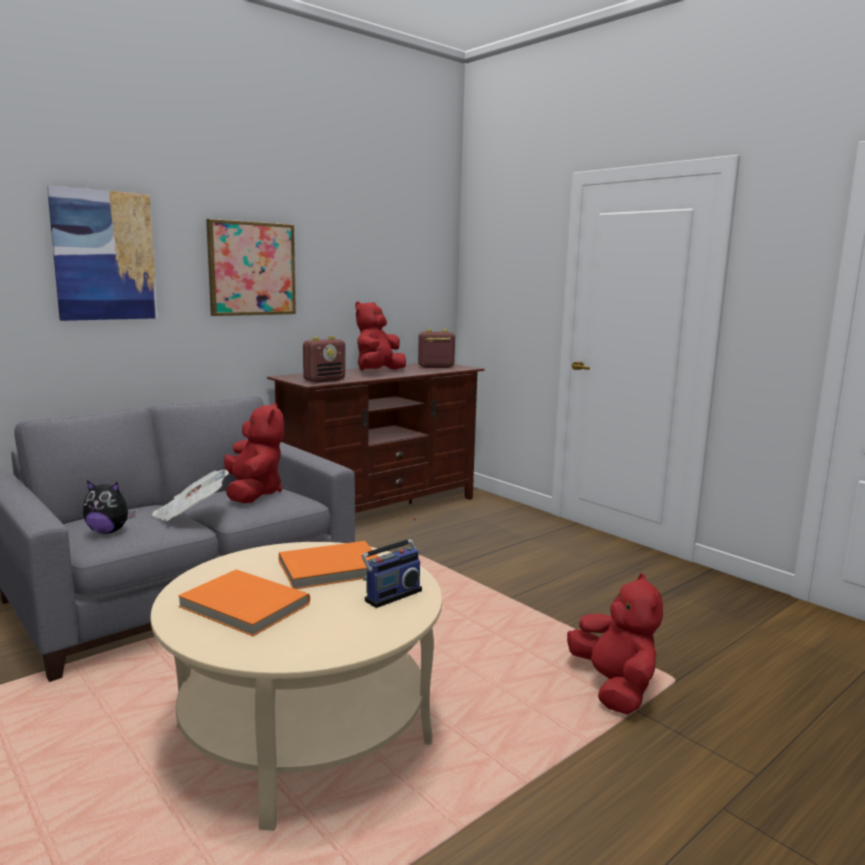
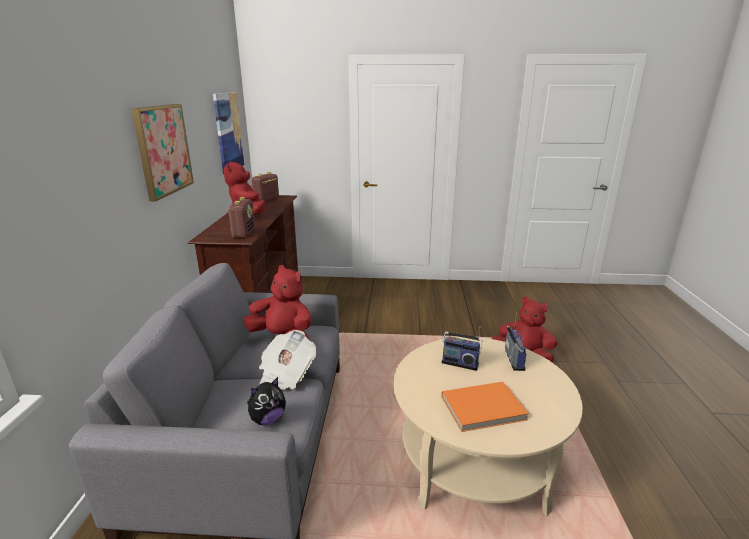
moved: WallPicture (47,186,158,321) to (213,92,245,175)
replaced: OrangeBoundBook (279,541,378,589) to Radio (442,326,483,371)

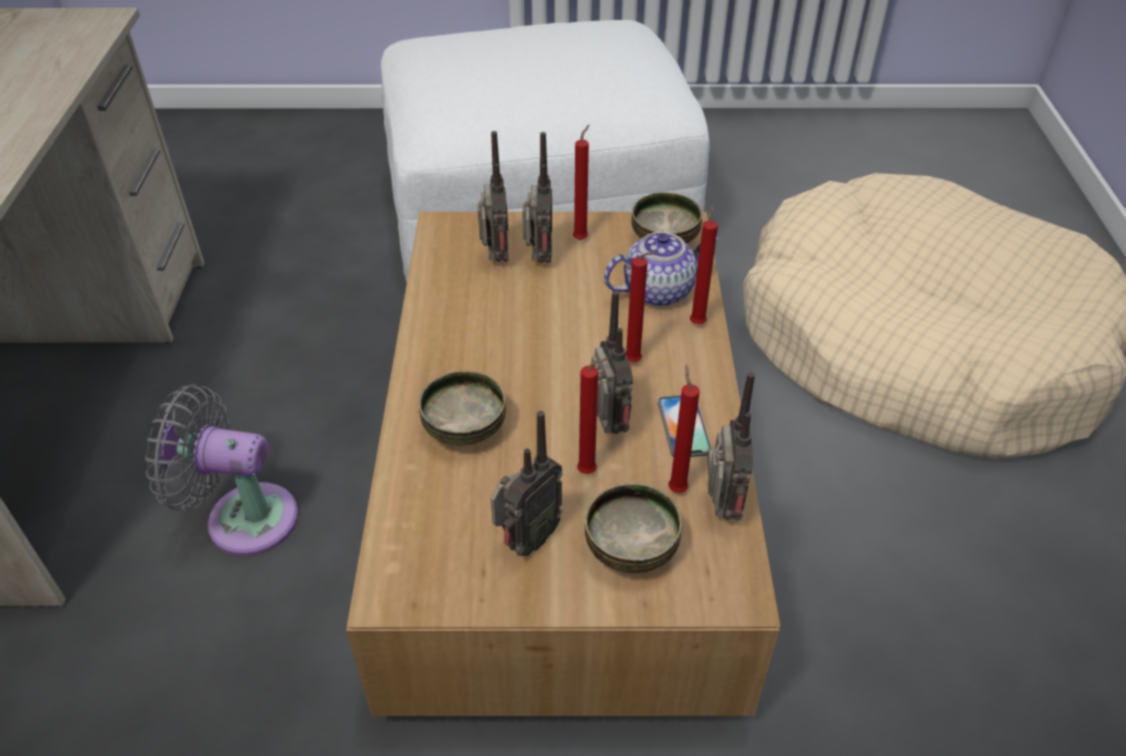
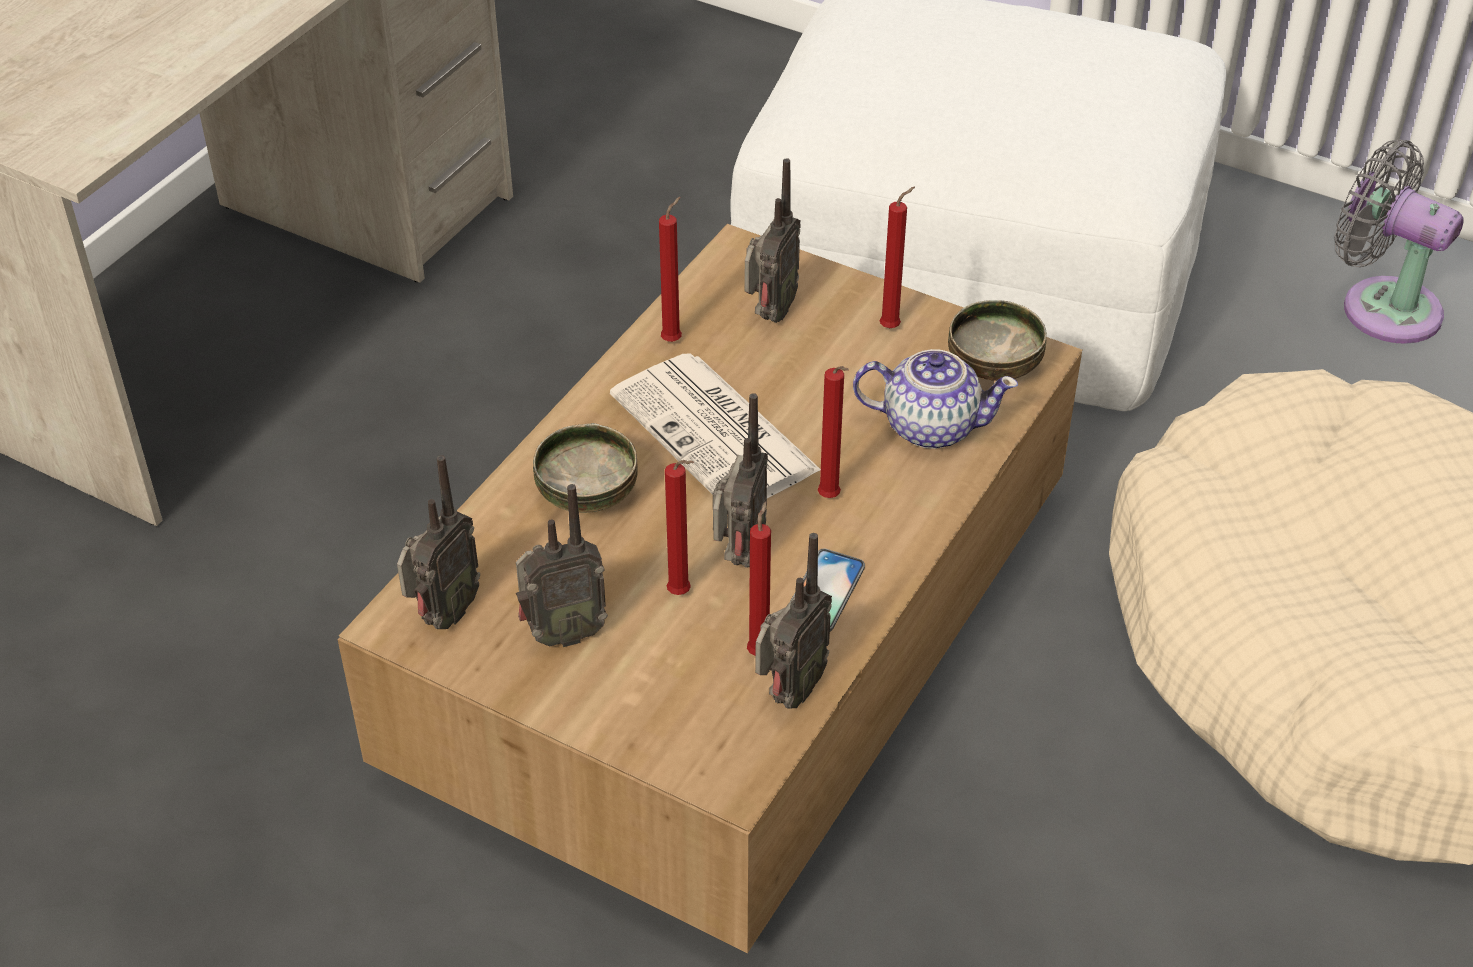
removed: Bowl (585,483,682,573)
added: Newspaper (610,353,821,498)
moved: Radio (522,132,552,263) to (397,455,480,629); RedColouredWaxLight (690,203,718,324) to (659,197,682,342); GreyCoolingFan (145,384,298,556) to (1334,139,1464,344)

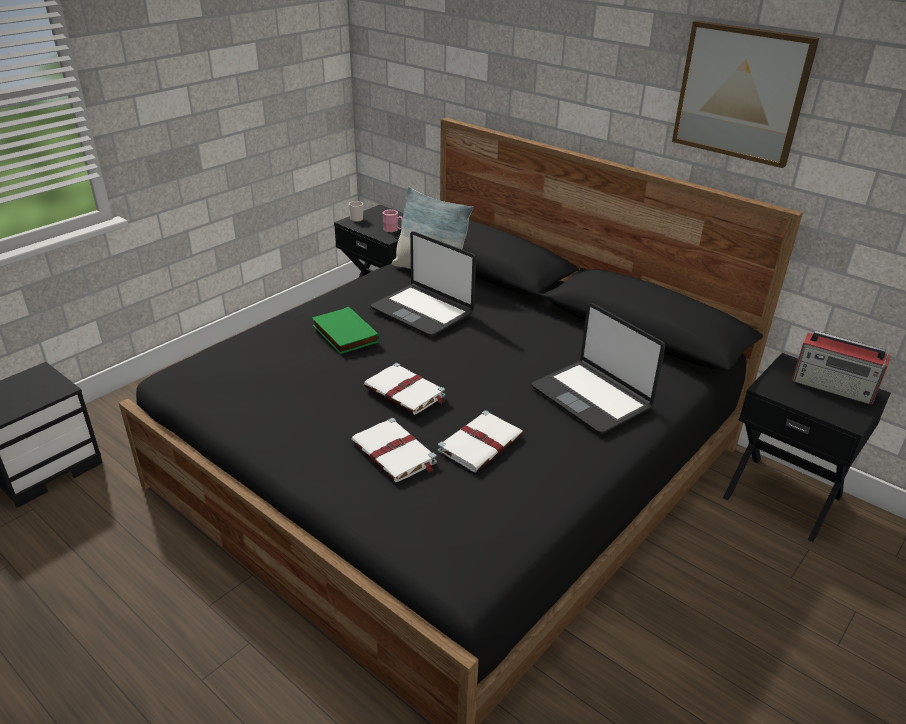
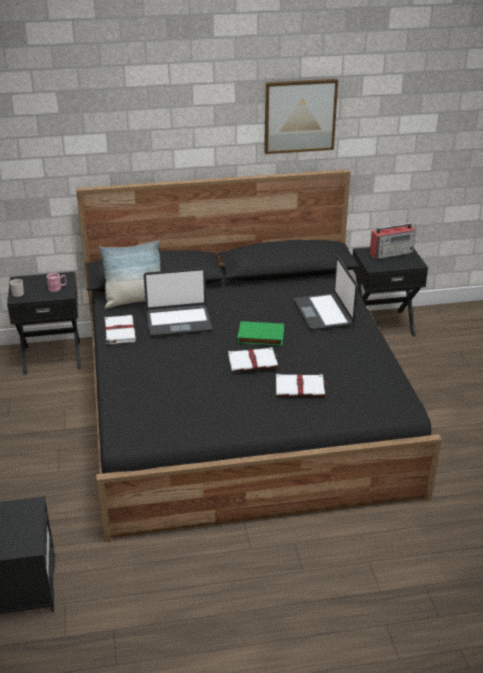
moved: WhiteBoundBook (438,410,524,473) to (104,315,136,345); GreenishBoundBook (312,307,379,354) to (237,321,284,346)
turned: PortableComputer (532,303,665,434) = (294,257,358,330) 75 degrees clockwise

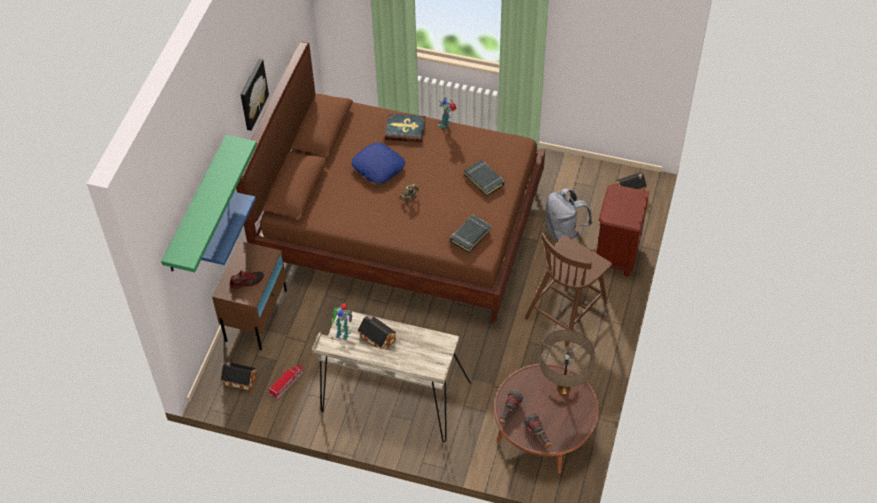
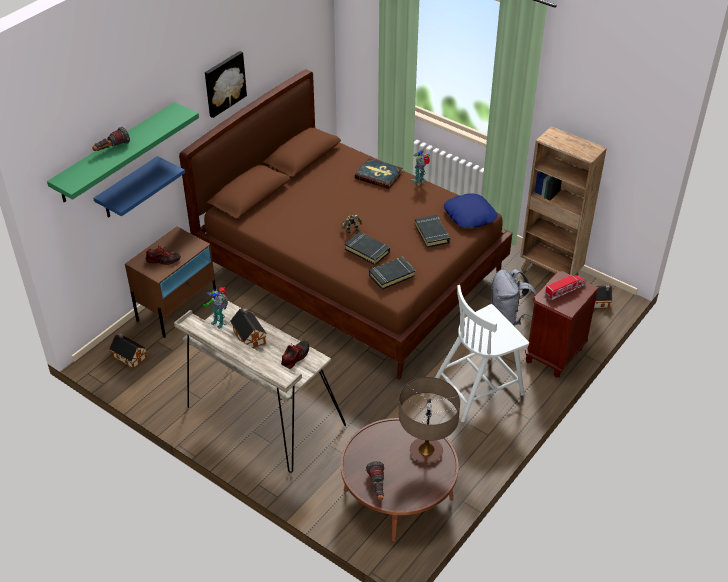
added: ItemOfFootwear (281,340,309,369); BlackBoundBook (345,232,390,265); BrownBookcase (520,126,607,276)
moved: Torch (500,391,524,424) to (92,127,130,151); BlueCushion (351,143,405,184) to (444,193,498,228); ToyLorry (269,365,304,399) to (545,275,586,300)
recoloured: BrownPlainChair (525,233,612,346) to WhitePlainChair (435,285,529,422)

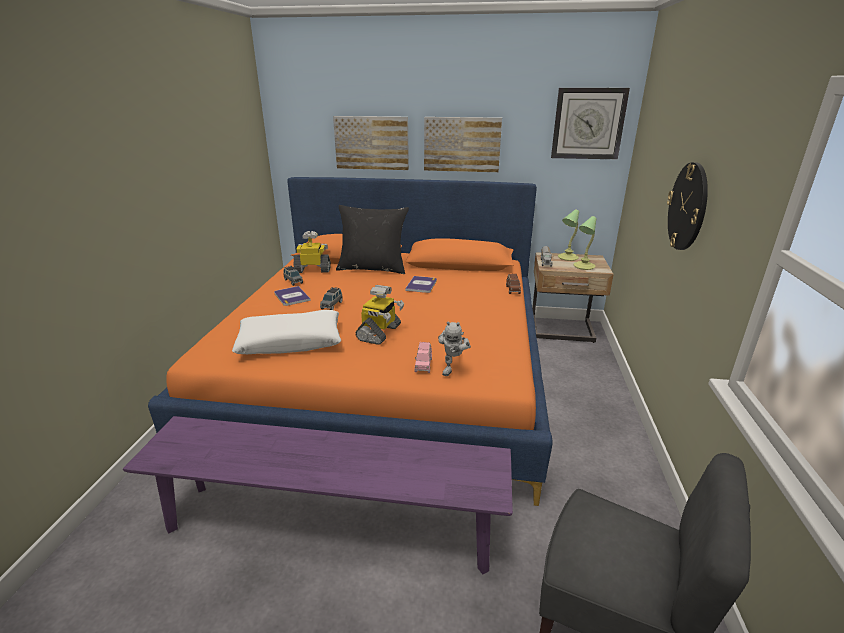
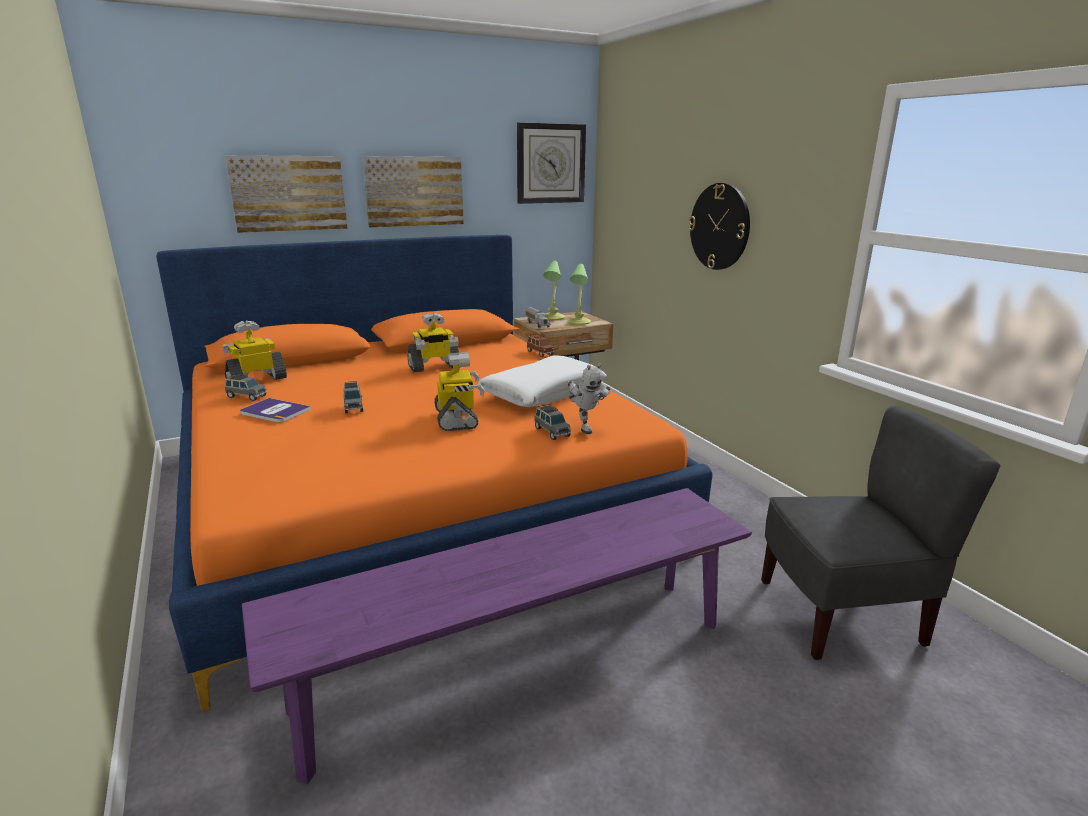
removed: BlackCushion (336,205,409,274)
moved: WhiteCushion (232,310,341,354) to (477,355,607,407)
replaced: BoundBook (405,276,437,293) to ModelRobot (407,313,459,372)
recoloured: PinkMiniatureCar (414,342,432,373) to GreyMiniatureCar (535,404,571,440)

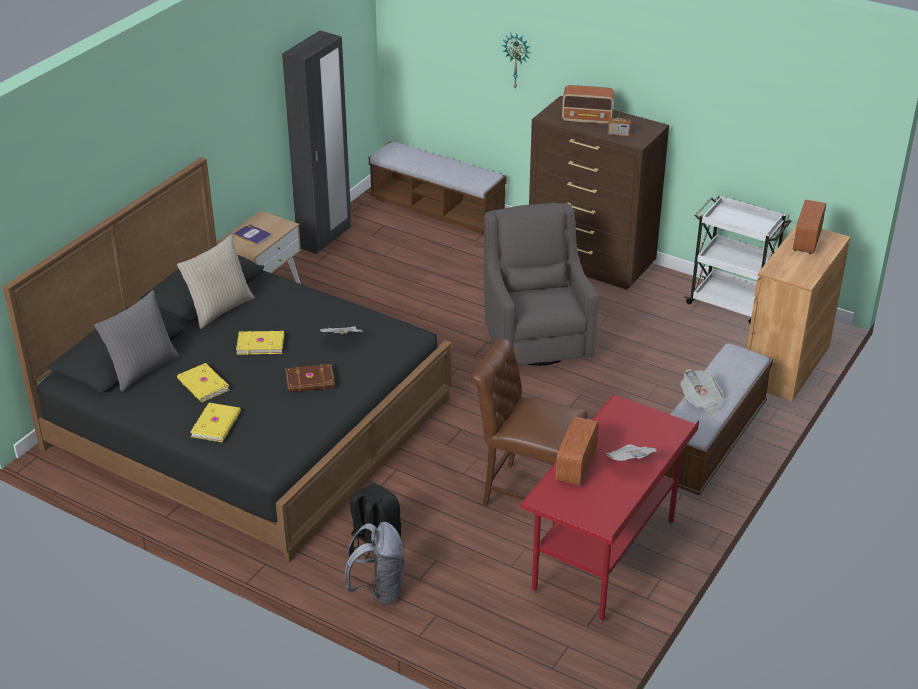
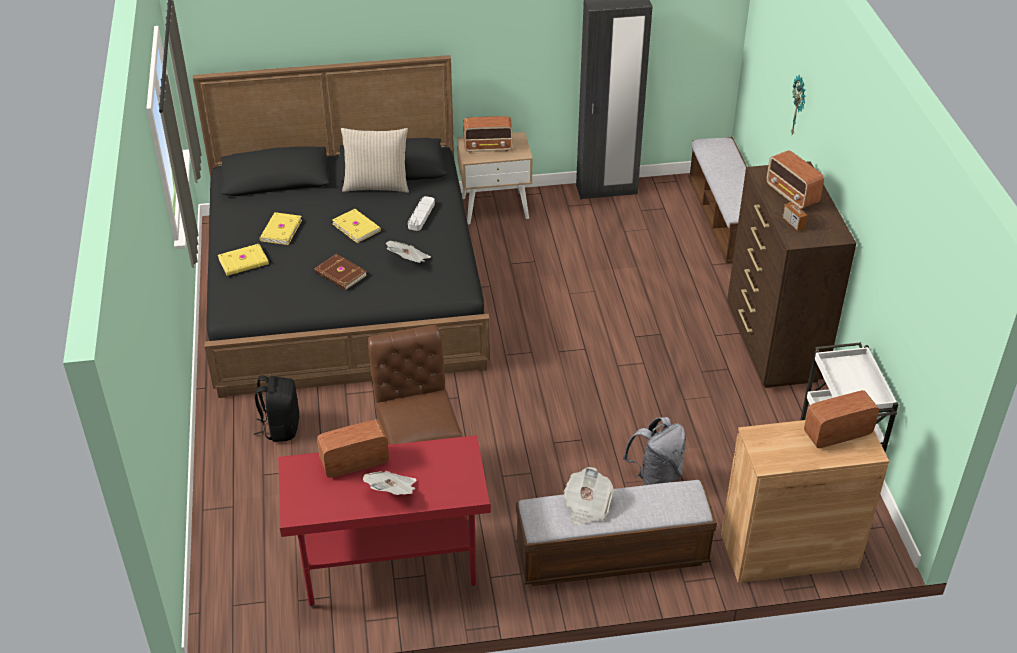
removed: GreyCushion (94,290,179,392); GreyArmchair (484,203,598,366)
added: GreyTray (408,196,435,231)
moved: GreyRucksack (345,522,404,605) to (623,417,686,485)
replaced: BoundBook (233,225,271,246) to Radio (463,116,512,152)

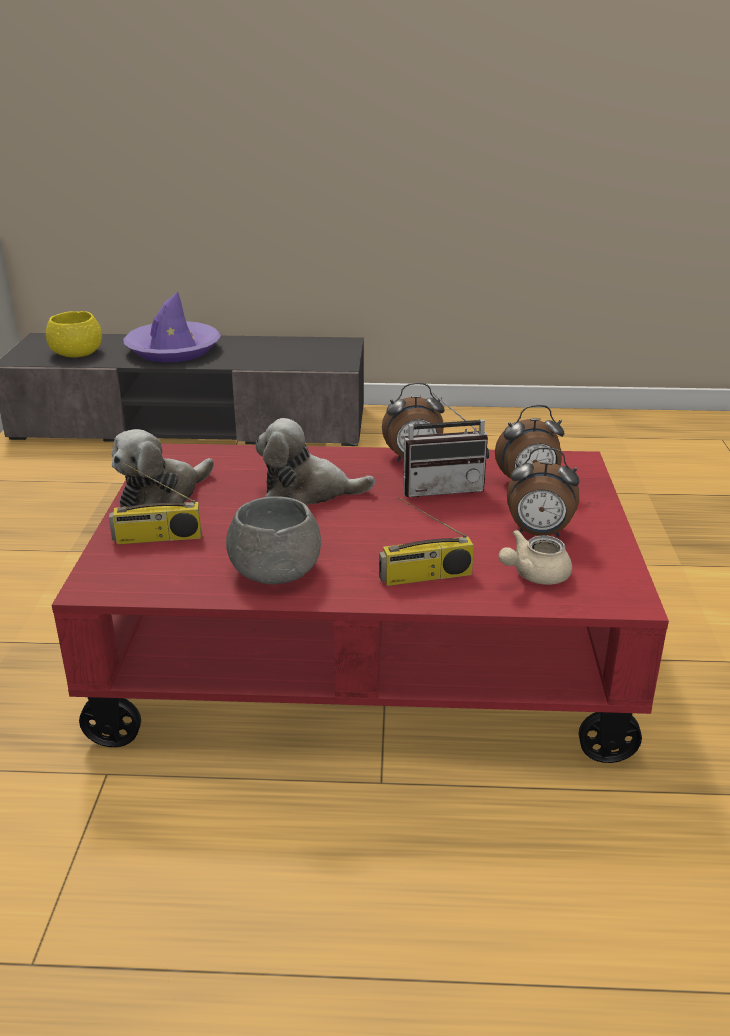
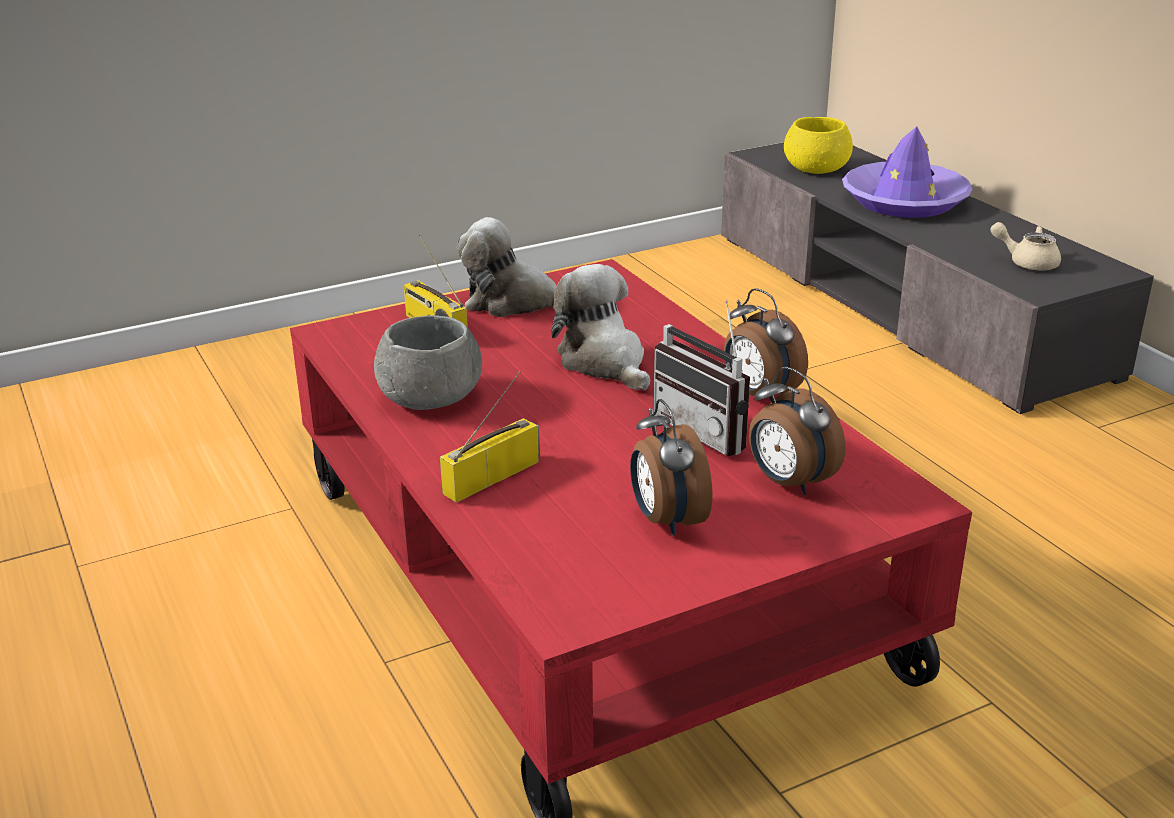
moved: SandColouredPotForTea (498,530,572,585) to (990,222,1061,271)
turned: Radio (379,497,474,586) = (440,371,540,503) 90 degrees clockwise

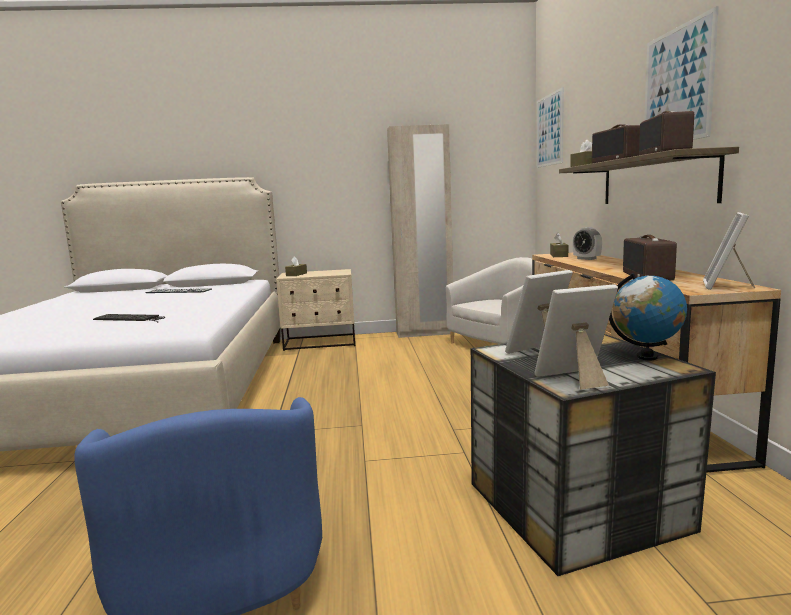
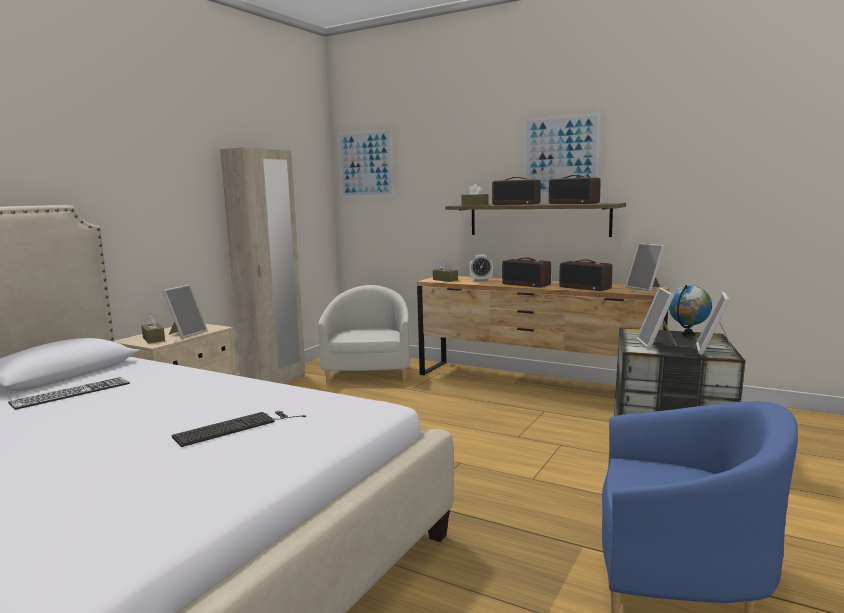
added: StandingFrame (163,285,207,338); Radio (502,257,551,287)

